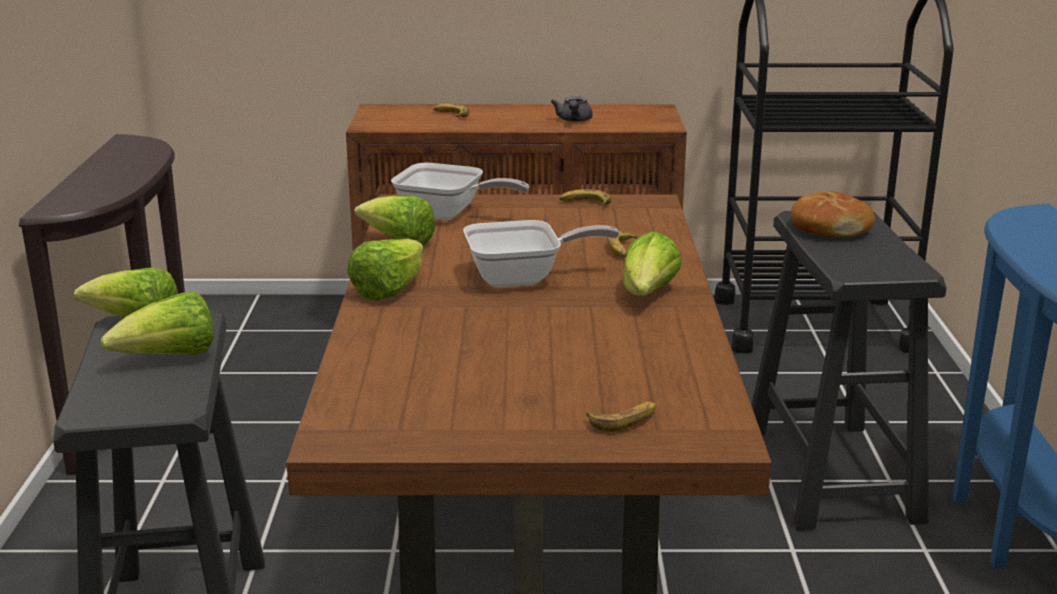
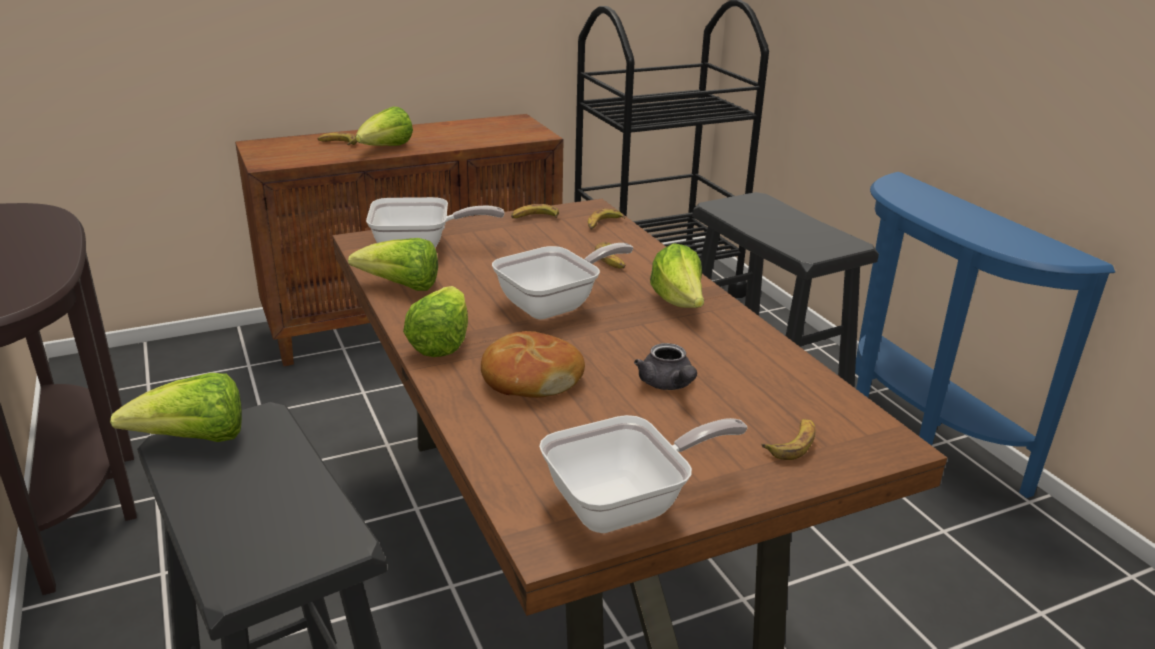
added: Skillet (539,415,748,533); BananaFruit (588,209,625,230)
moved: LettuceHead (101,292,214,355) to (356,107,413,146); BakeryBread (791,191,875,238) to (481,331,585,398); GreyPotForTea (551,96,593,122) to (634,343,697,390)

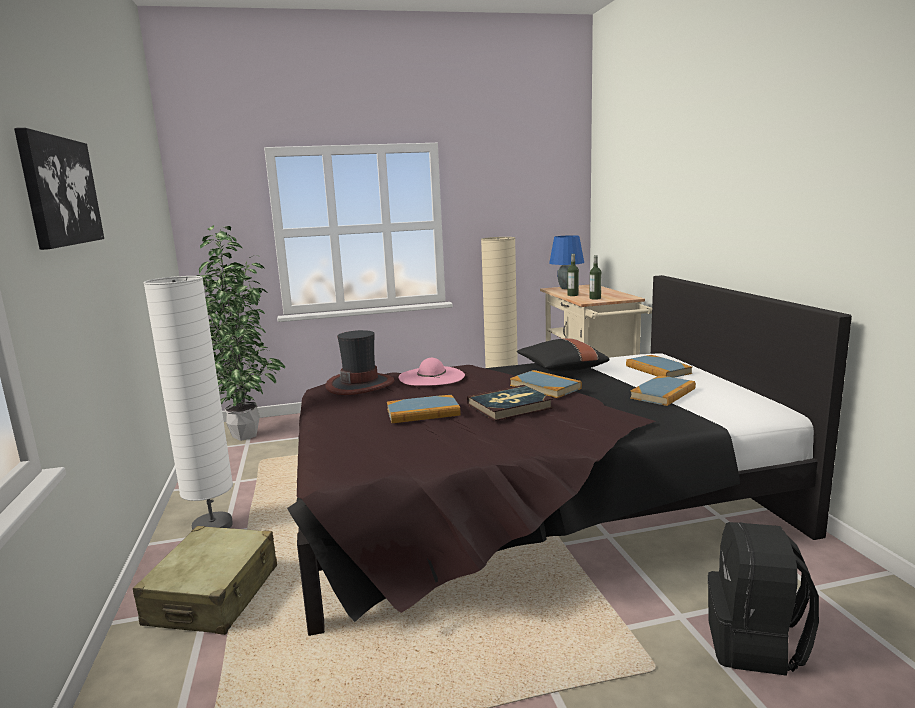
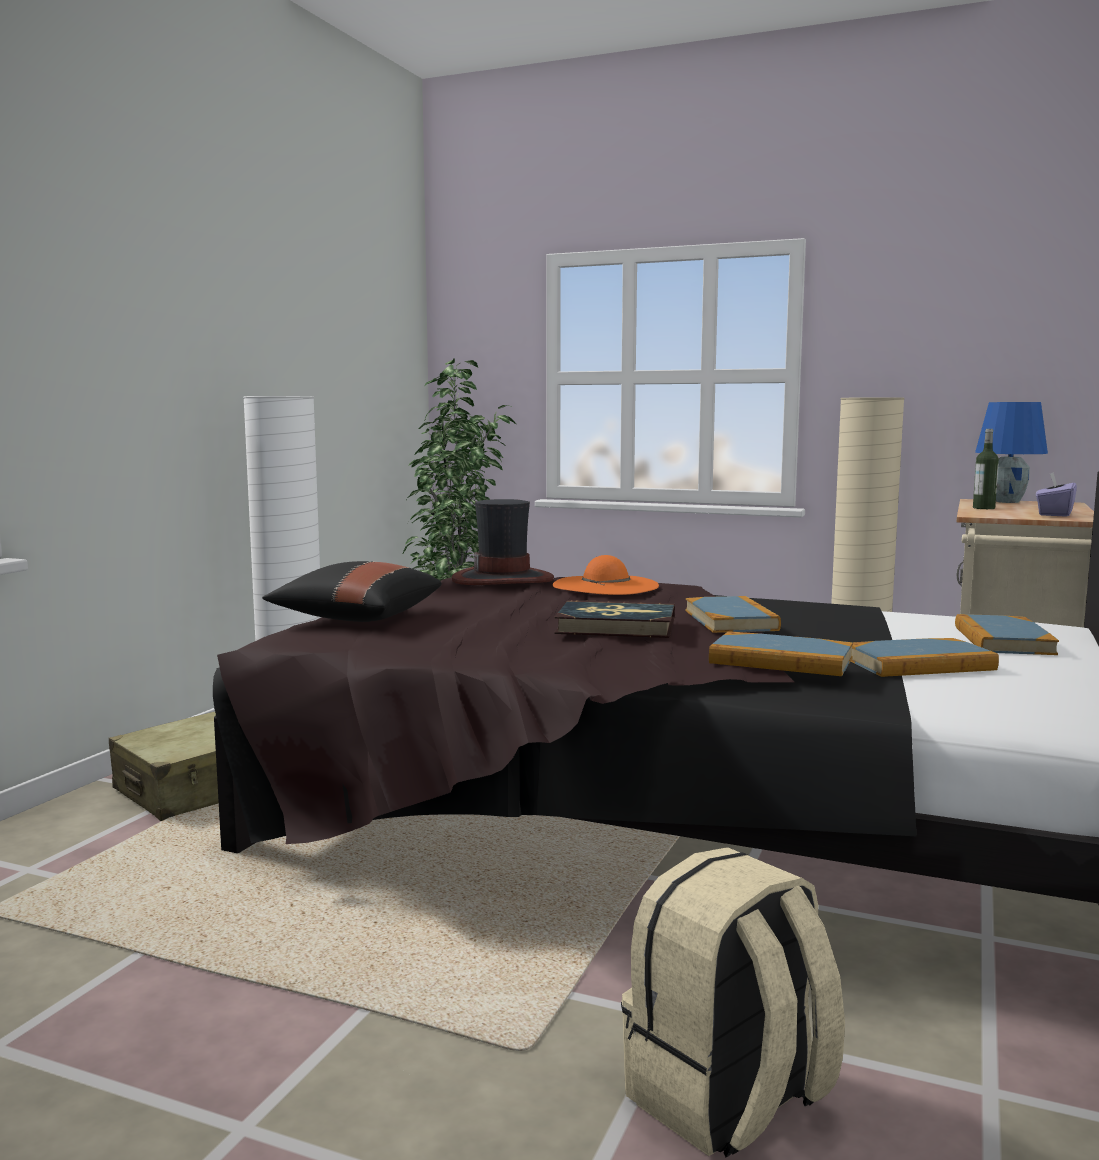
removed: WallPicture (14,128,104,250); BeverageBottle (589,255,601,300)
added: PurpleColouredTissueHolder (1036,472,1077,517)
moved: BlackCushion (517,338,610,372) to (262,561,442,622); BoundBook (387,395,461,423) to (709,631,853,676)
recoloured: PinkWearableHat (399,358,465,386) to OrangeWearableHat (553,555,659,595); BlackRucksack (708,522,819,676) to SandColouredRucksack (621,847,845,1157)

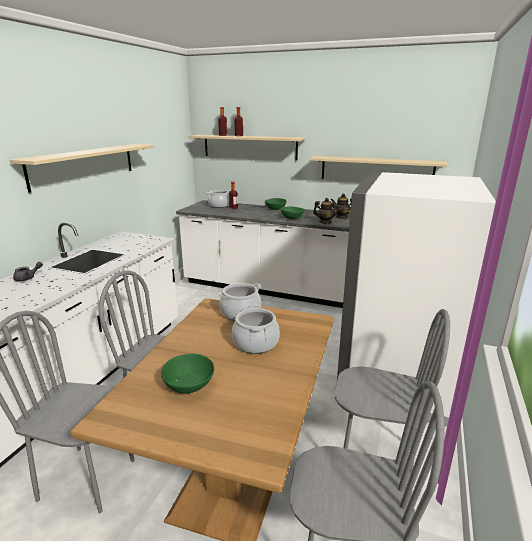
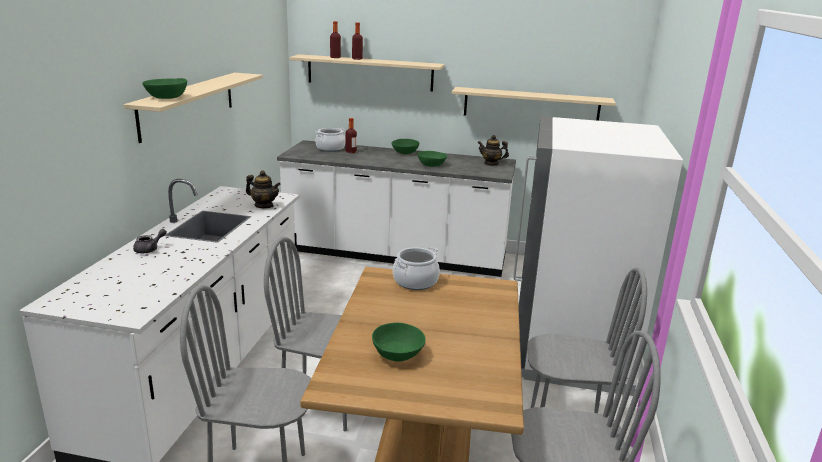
removed: Stockpot (232,305,280,354)
added: GreenishBowl (142,78,187,99)
moved: PotForTea (313,198,339,223) to (246,170,281,208)

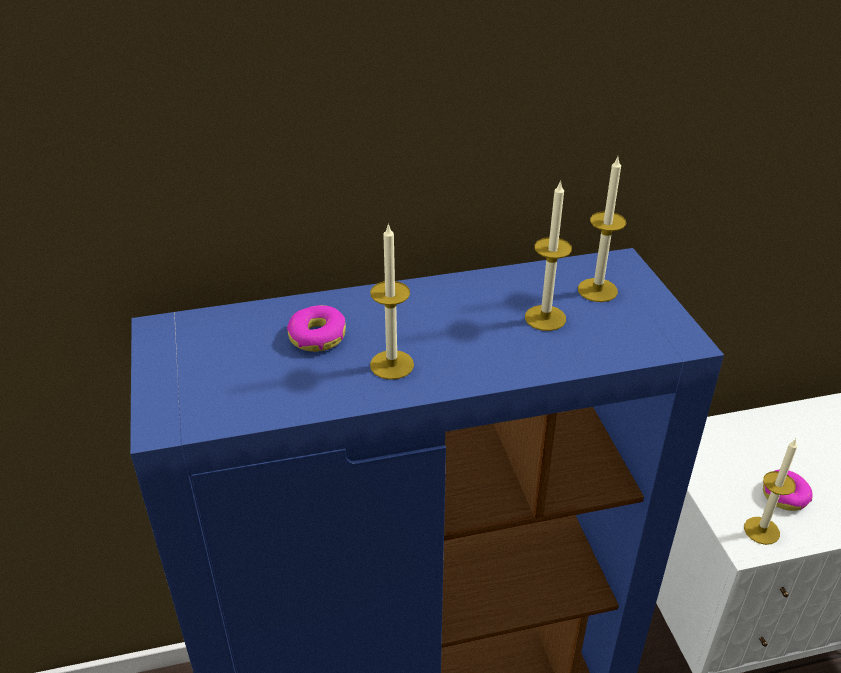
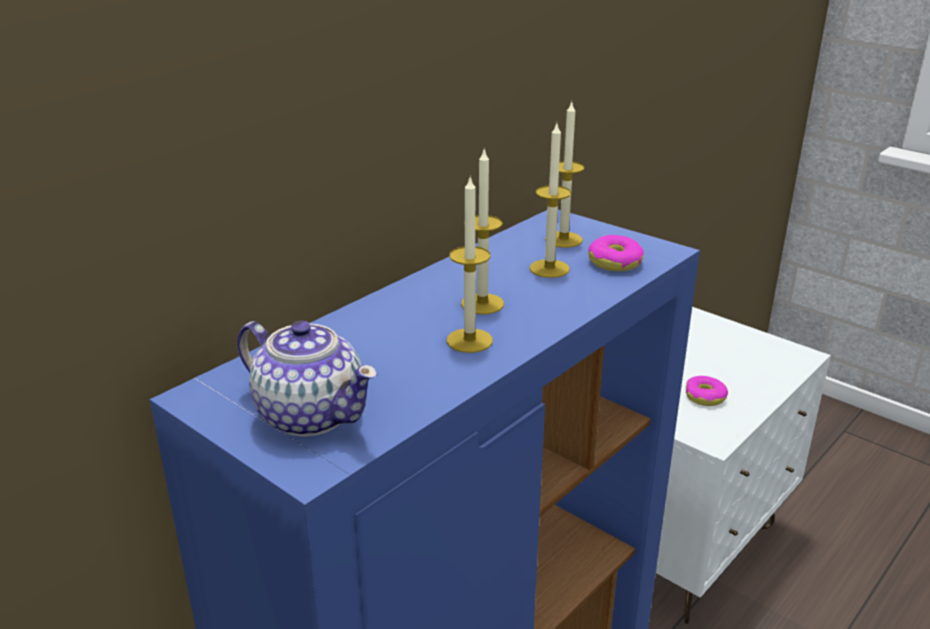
added: PotForTea (237,321,378,437)
moved: WaxLight (744,438,797,545) to (461,150,504,314); RingDoughnut (287,305,346,352) to (588,235,644,271)

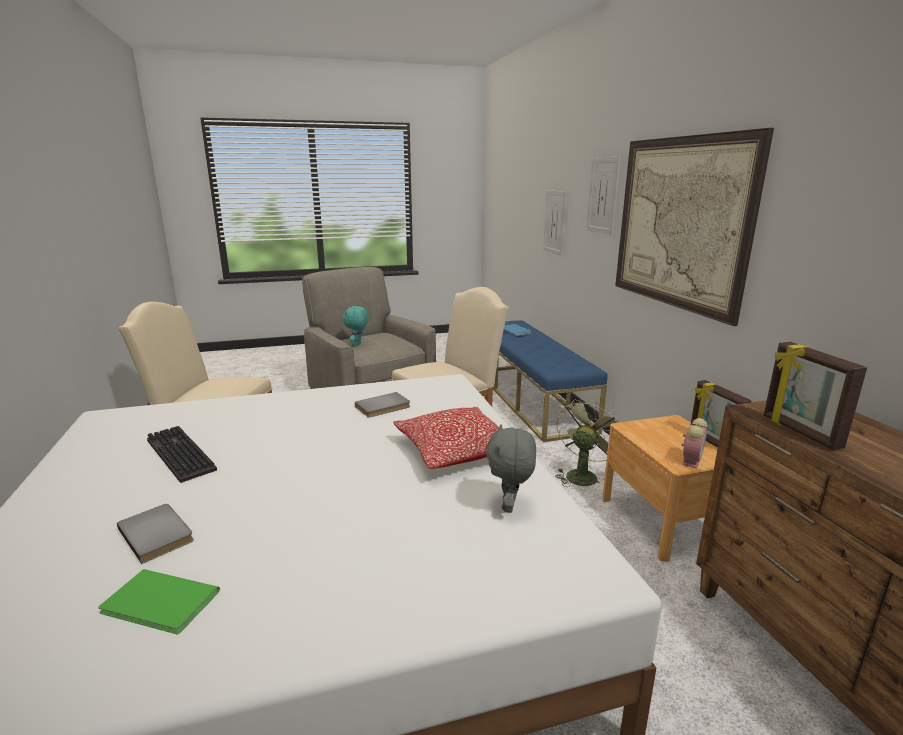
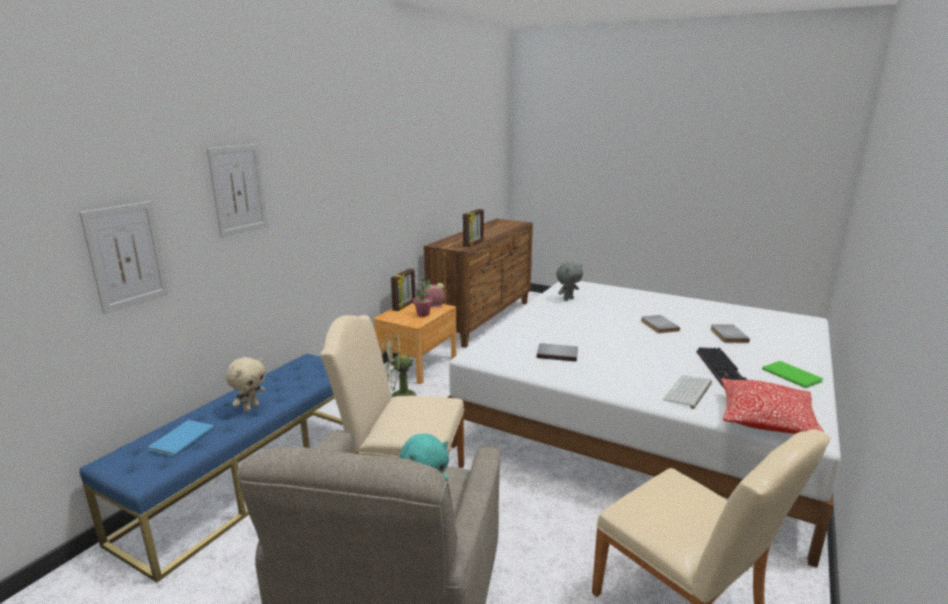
removed: WallPicture (615,128,774,326)
added: SandColouredSoftToy (225,357,266,412); PlantInAPot (413,278,433,317); GreyBoundBook (641,315,680,333); Keyboard (663,375,712,409)
moved: Cushion (393,407,499,469) to (721,378,825,434); GreenishBoundBook (98,569,220,634) to (762,361,823,388)

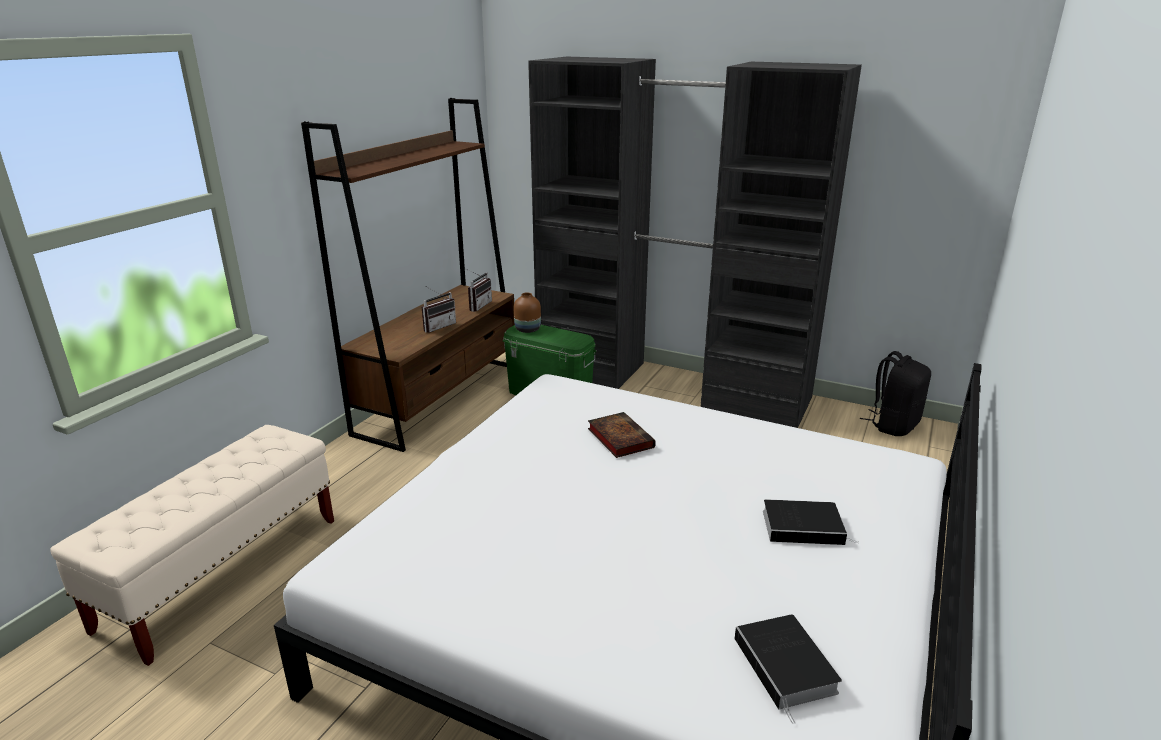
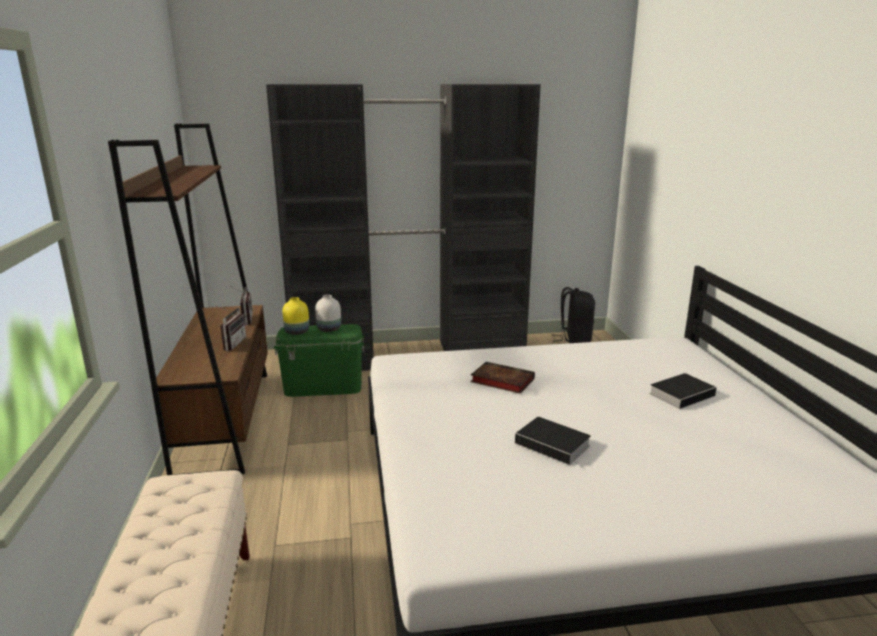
added: WhiteDecorativeVase (315,295,341,332)
moved: BoundBook (735,614,842,724) to (515,417,591,468)
recoloured: BrownDecorativeVase (514,292,541,333) to YellowishDecorativeVase (283,297,309,335)

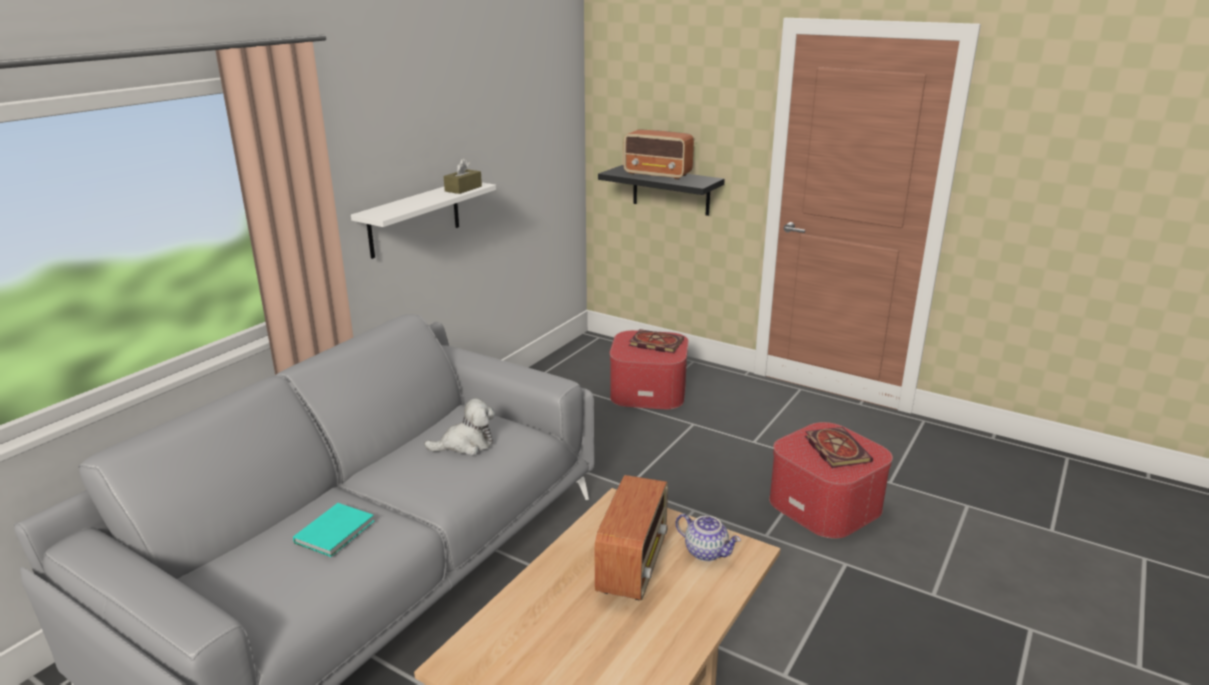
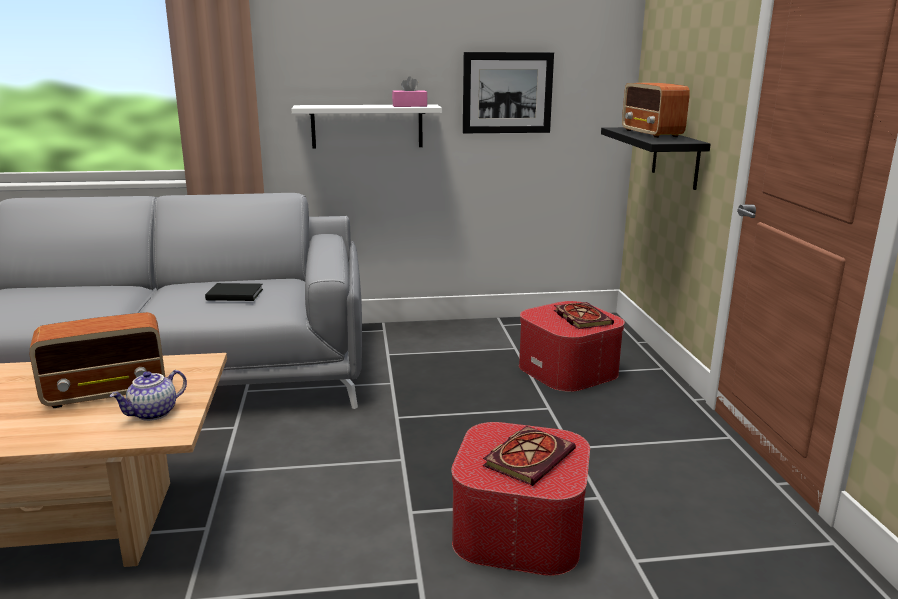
removed: TurquoiseColouredBoundBook (293,503,374,557)
added: WallPicture (463,52,554,133)
replaced: SoftToy (424,398,495,455) to BlackBoundBook (205,283,263,301)
recoloured: BrownTissueHolder (444,159,482,194) to PinkTissueHolder (392,76,427,107)
turned: PotForTea (675,514,741,561) = (110,370,187,421) 45 degrees clockwise

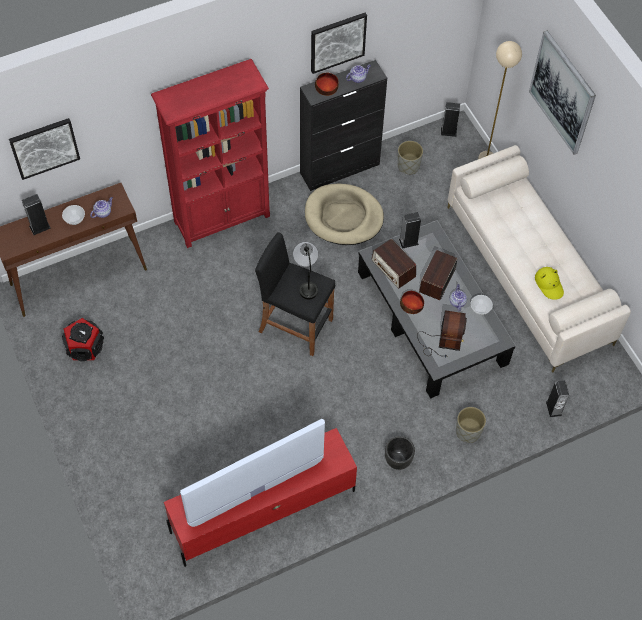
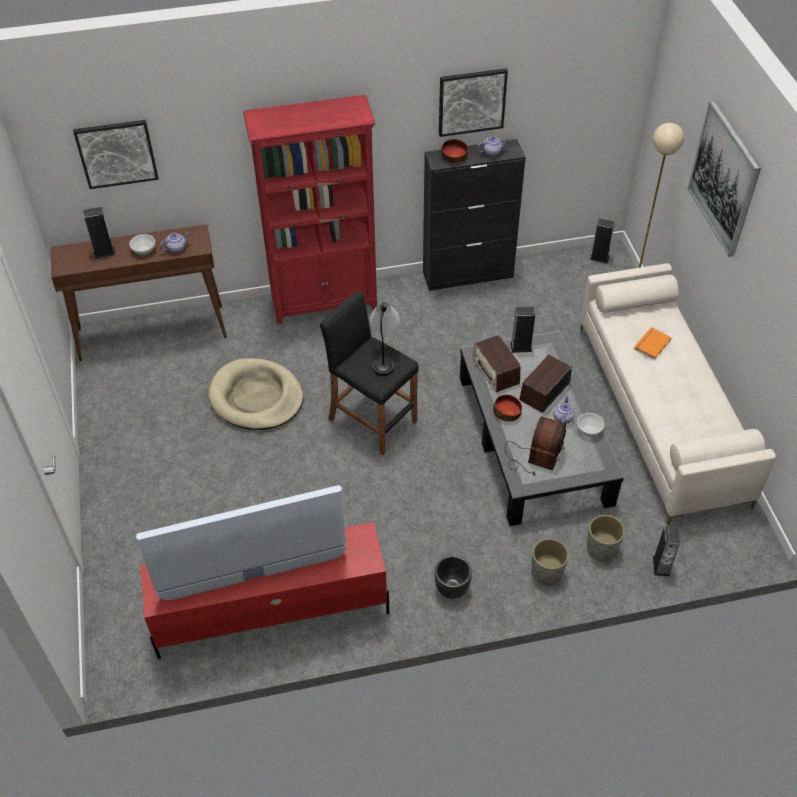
removed: Loudspeaker (62,318,104,361); YellowishWearableHat (535,267,564,300)
added: OrangeBoundBook (634,327,672,359)
moved: SandColouredDogBed (305,183,384,245) to (208,358,303,430); GreyPlanter (398,141,423,174) to (587,515,625,561)

